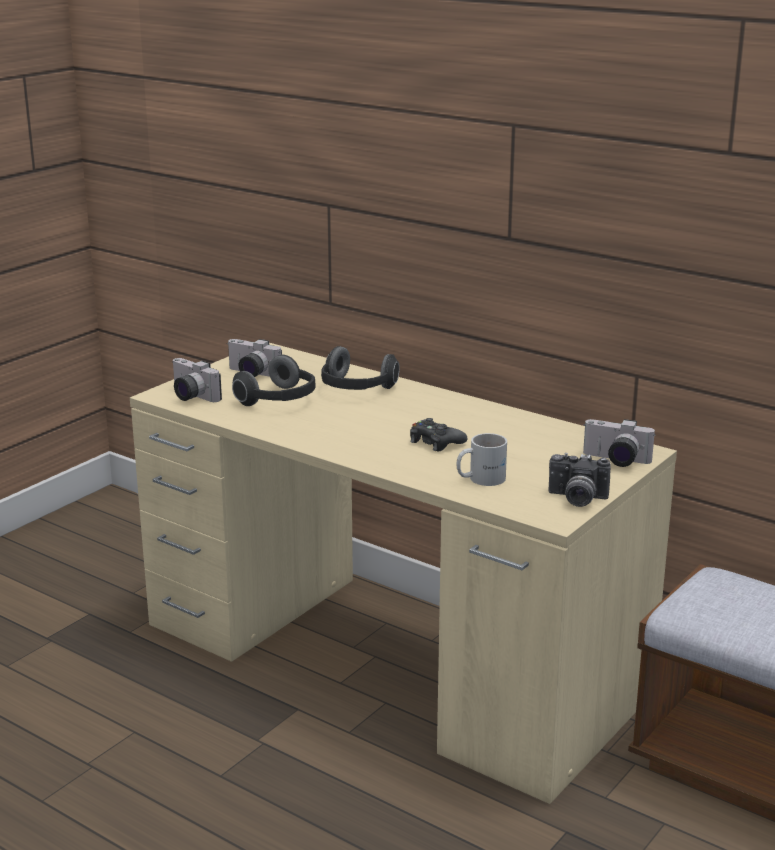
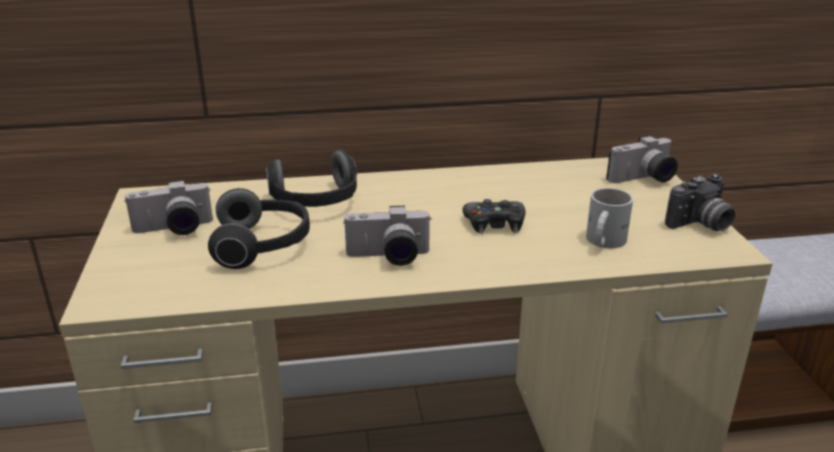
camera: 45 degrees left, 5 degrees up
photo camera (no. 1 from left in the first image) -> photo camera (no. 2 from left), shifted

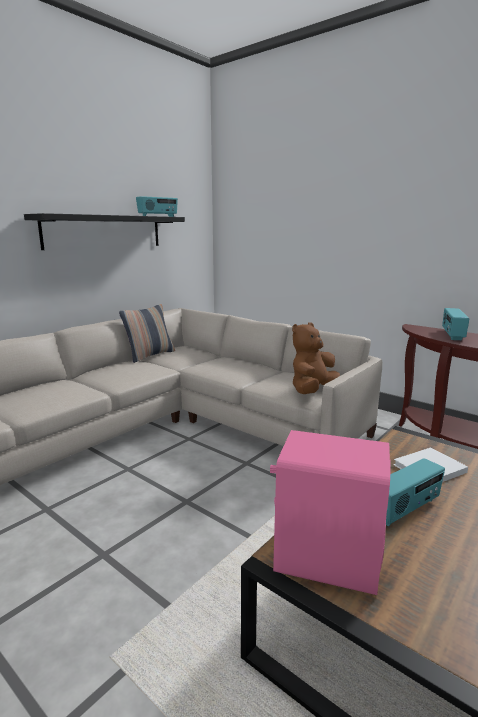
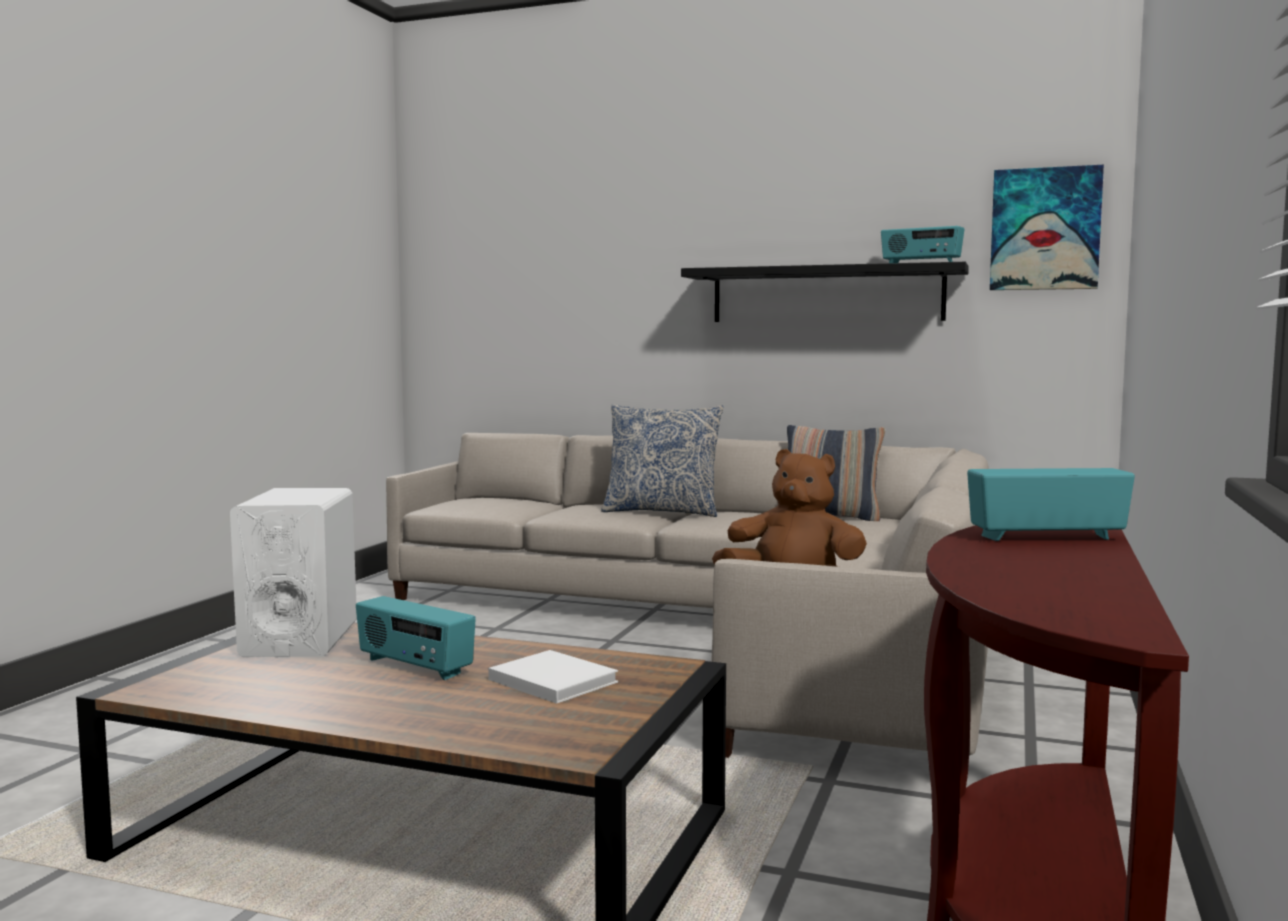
camera: 70 degrees right, 10 degrees down
speaker (pink) -> speaker (white)
none -> pillow (no. 1 from left)
none -> picture

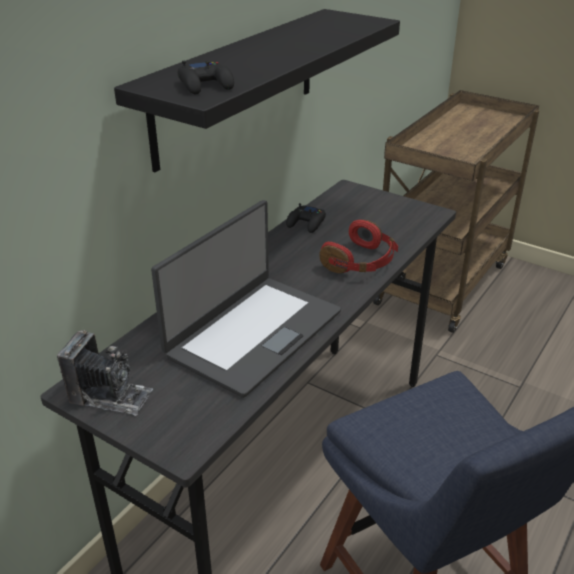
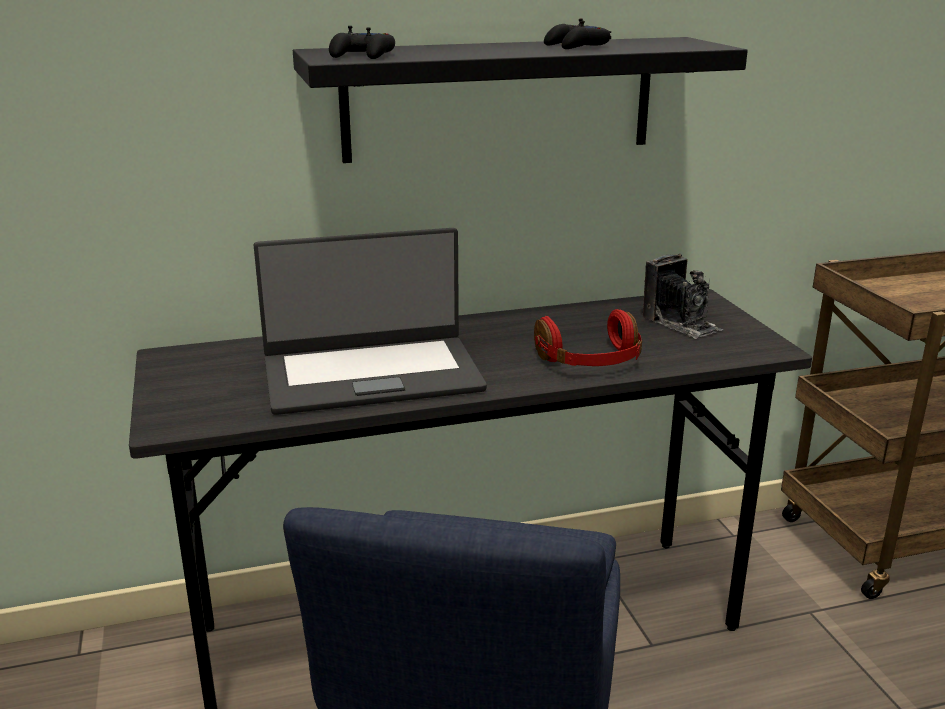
camera: 40 degrees right, 10 degrees down
game controller (black) (no. 2 from left), shifted
photo camera, shifted

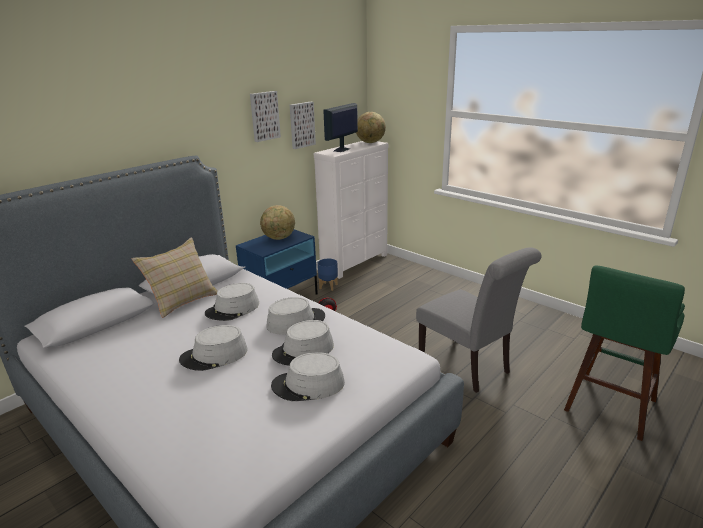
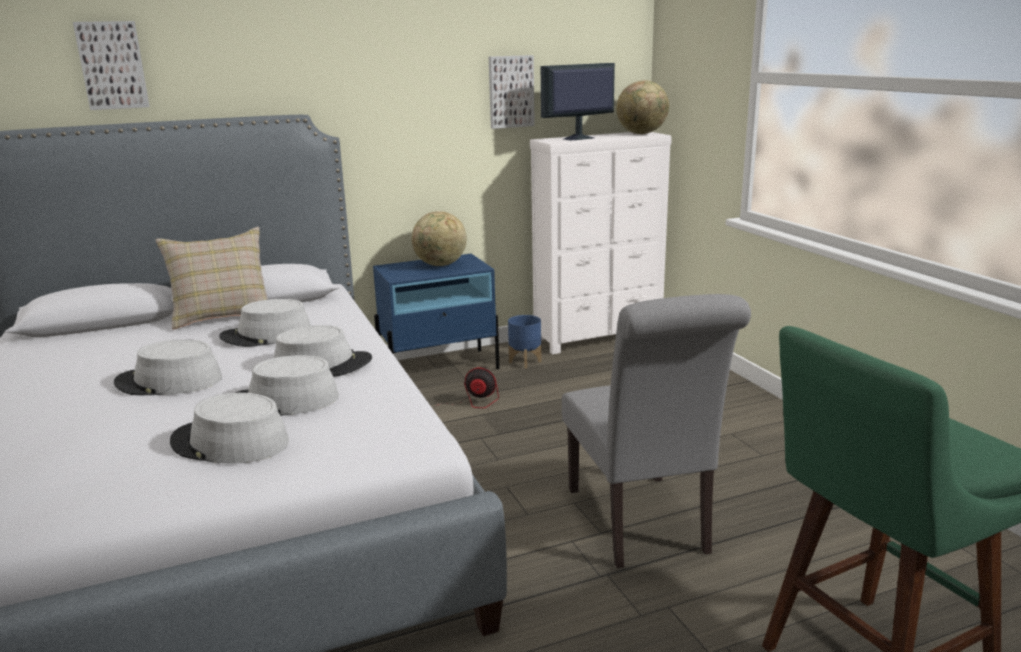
camera: 25 degrees right, 5 degrees down
picture (no. 1 from left), shifted

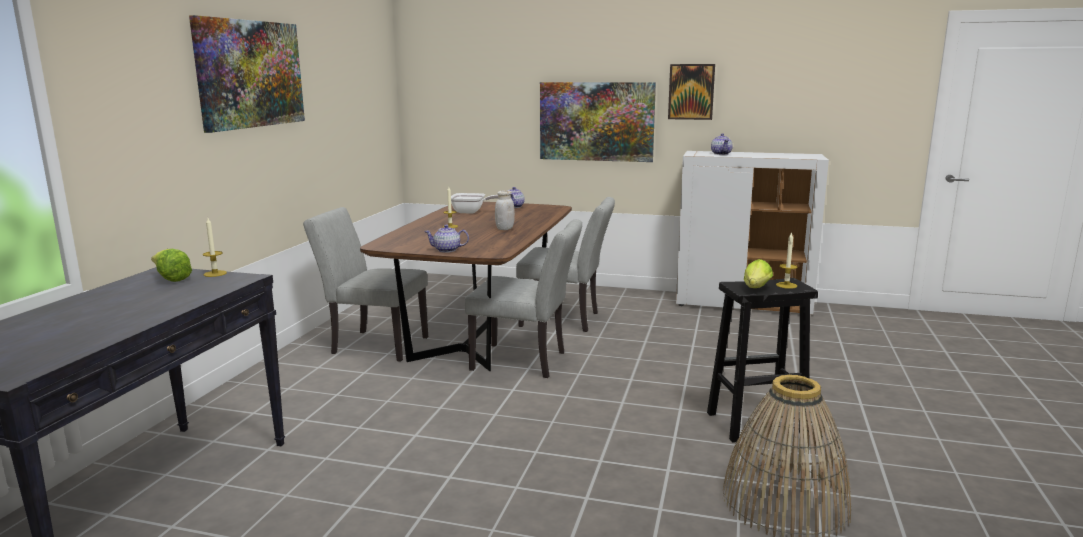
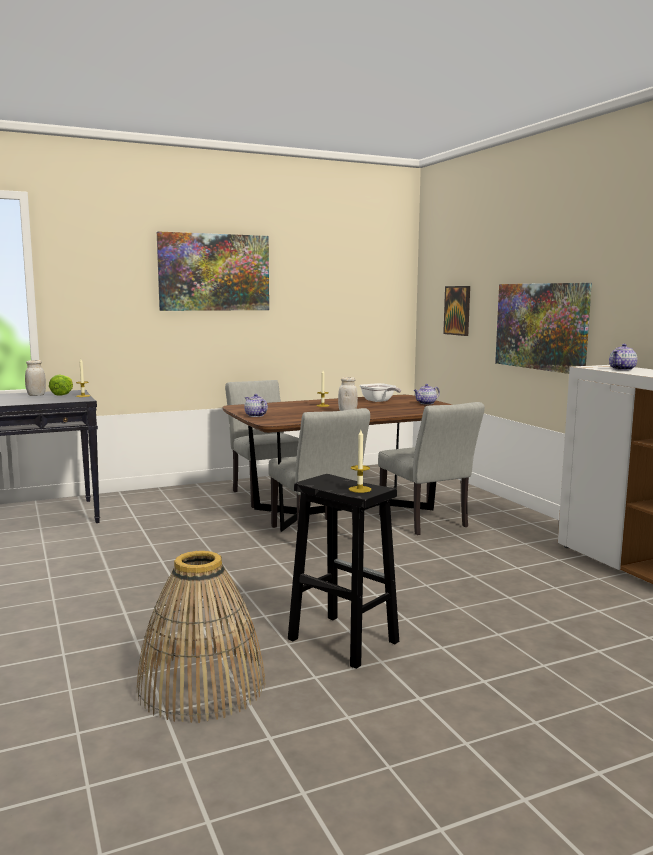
camera: 50 degrees right, 5 degrees down
none -> jar (white) (no. 1 from left)
picture (no. 3 from left in the first image) -> picture (no. 2 from left), shifted
lettuce (no. 2 from left) -> none

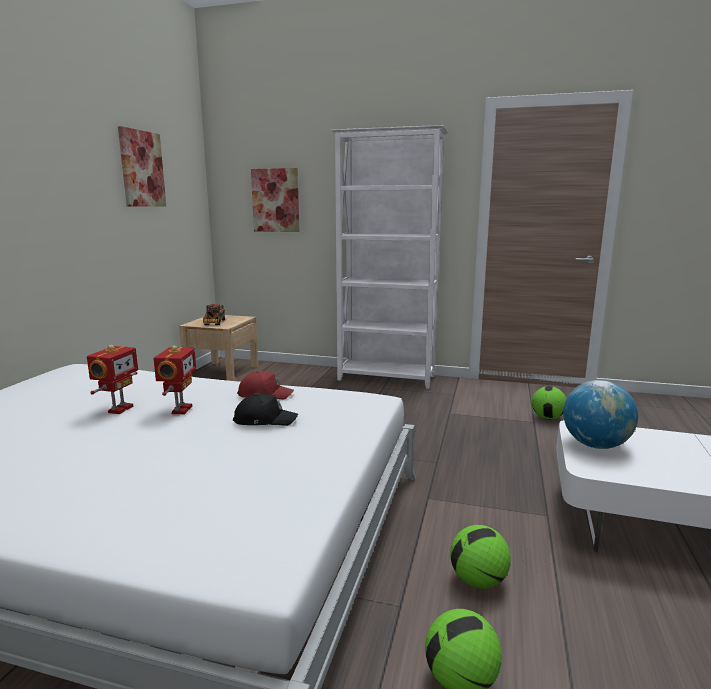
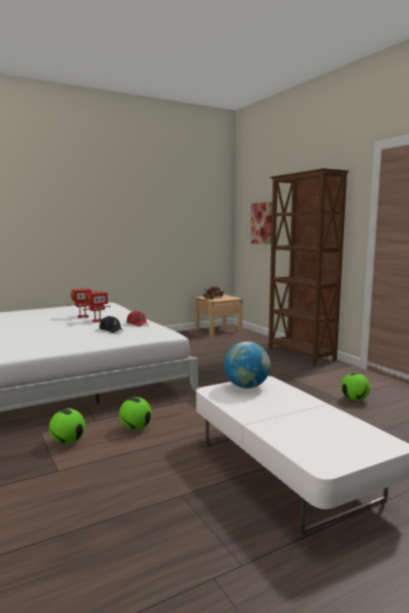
camera: 45 degrees right, 5 degrees down
bookcase (white) -> bookcase (brown)
picture (no. 1 from left) -> none

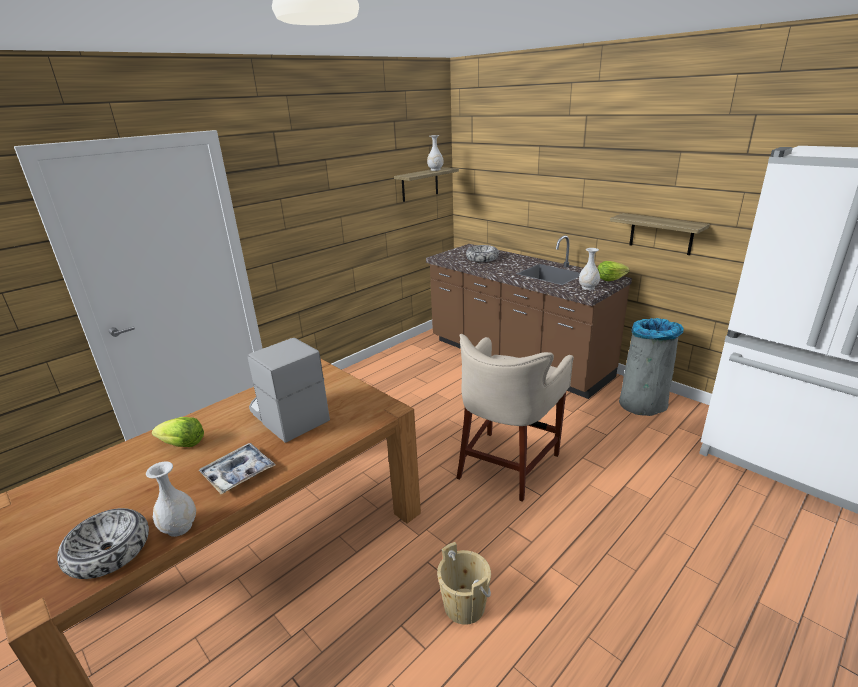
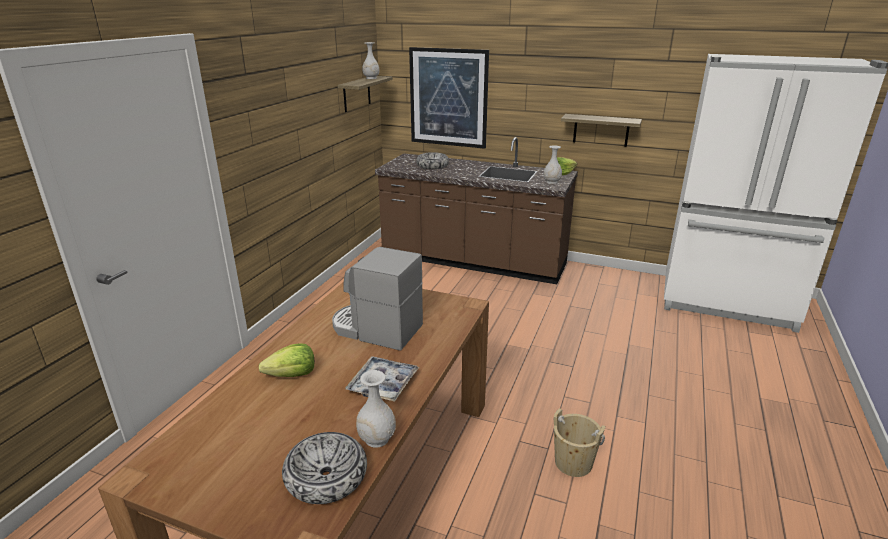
camera: 25 degrees left, 0 degrees up
none -> picture
stool (beige) -> none
trash can (grey) -> none

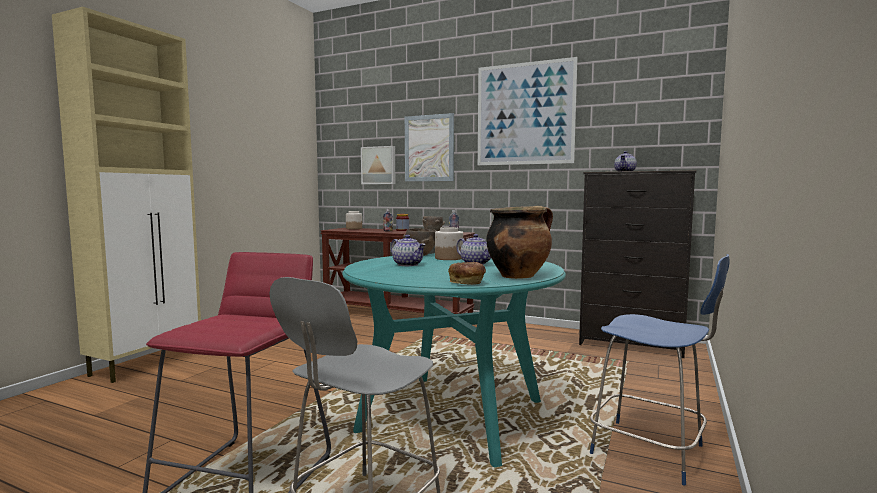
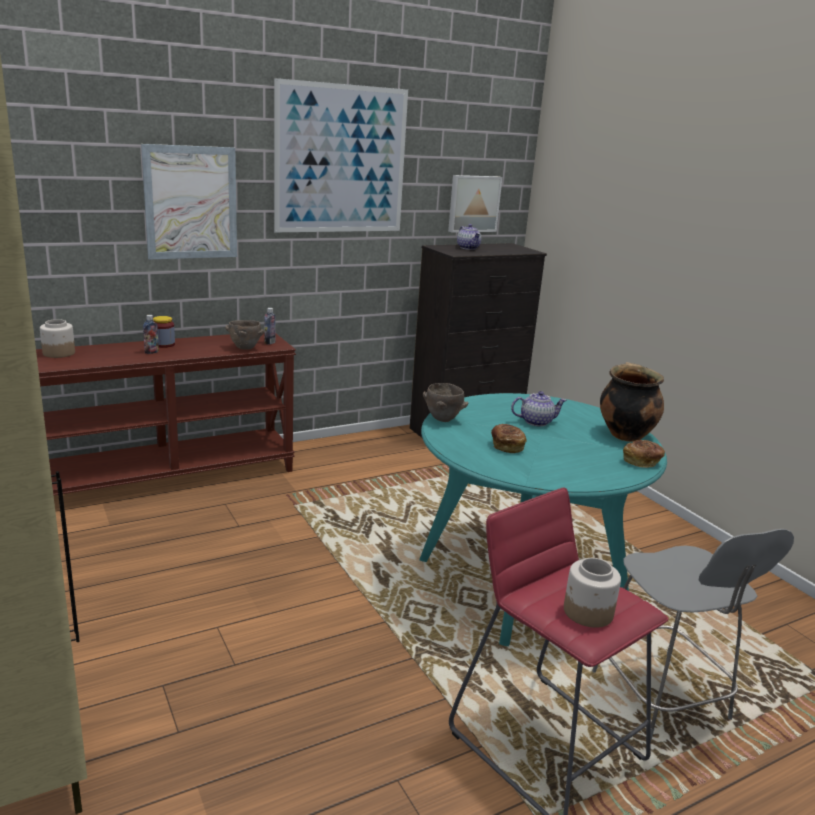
camera: 55 degrees left, 15 degrees up
picture (no. 1 from left in the first image) -> picture (no. 3 from left), shifted
teapot (no. 1 from left) -> bread (no. 1 from left)
jar (no. 3 from left), shifted
chair (blue) -> none

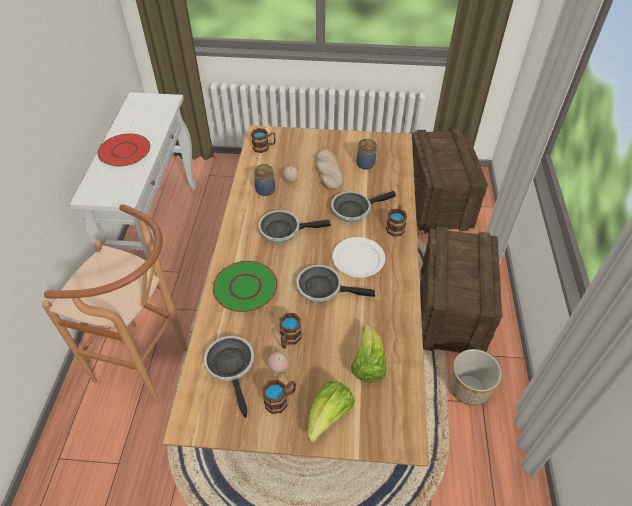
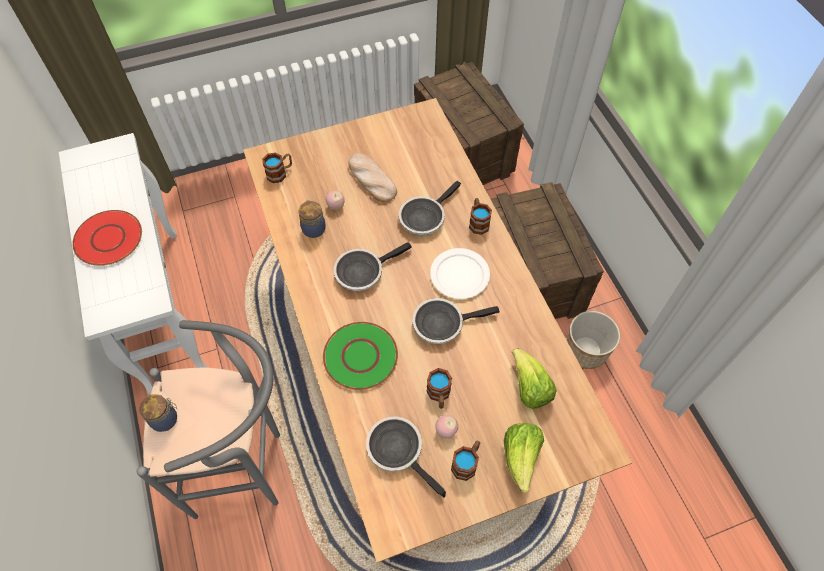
camera: 25 degrees left, 10 degrees up
stool (brown) -> stool (grey)
jar (no. 2 from left in the first image) -> jar (no. 1 from left), shifted

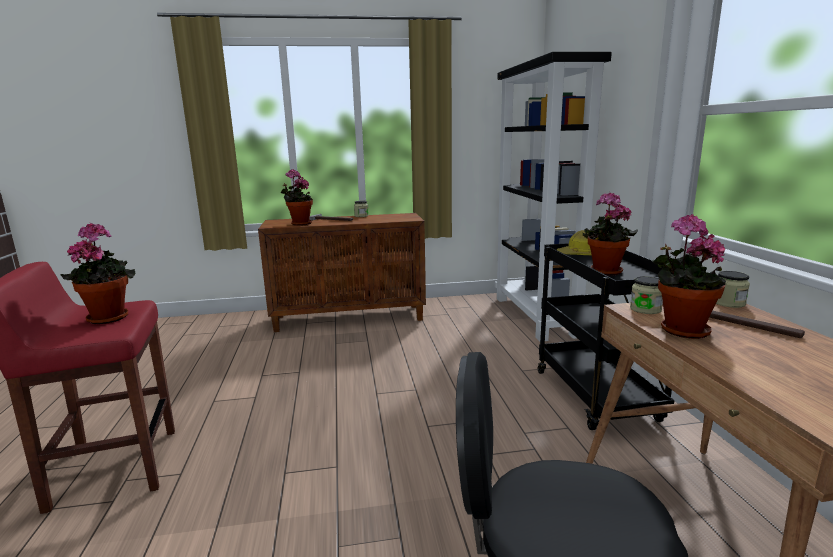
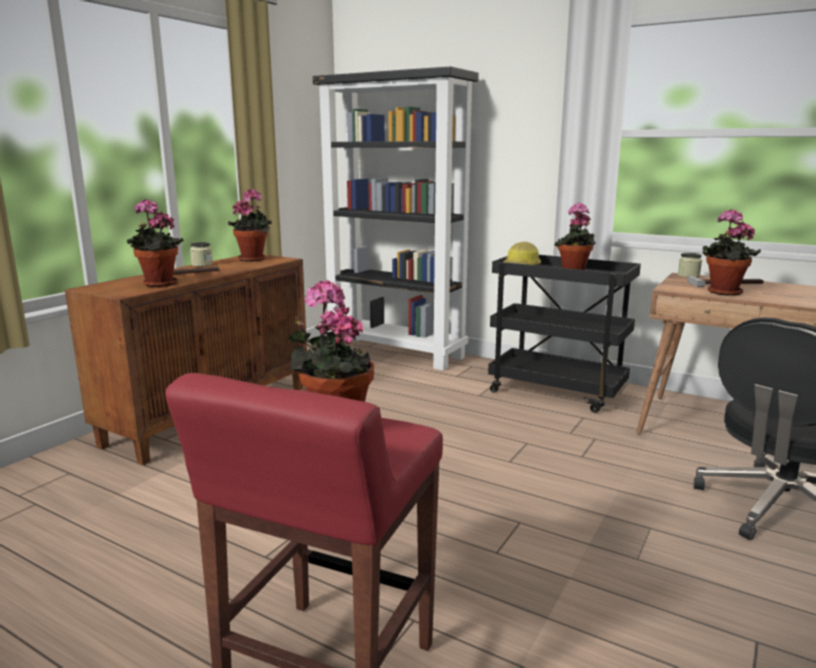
camera: 50 degrees left, 0 degrees up
none -> potted plant (no. 2 from left)
jar (no. 2 from left) -> none

